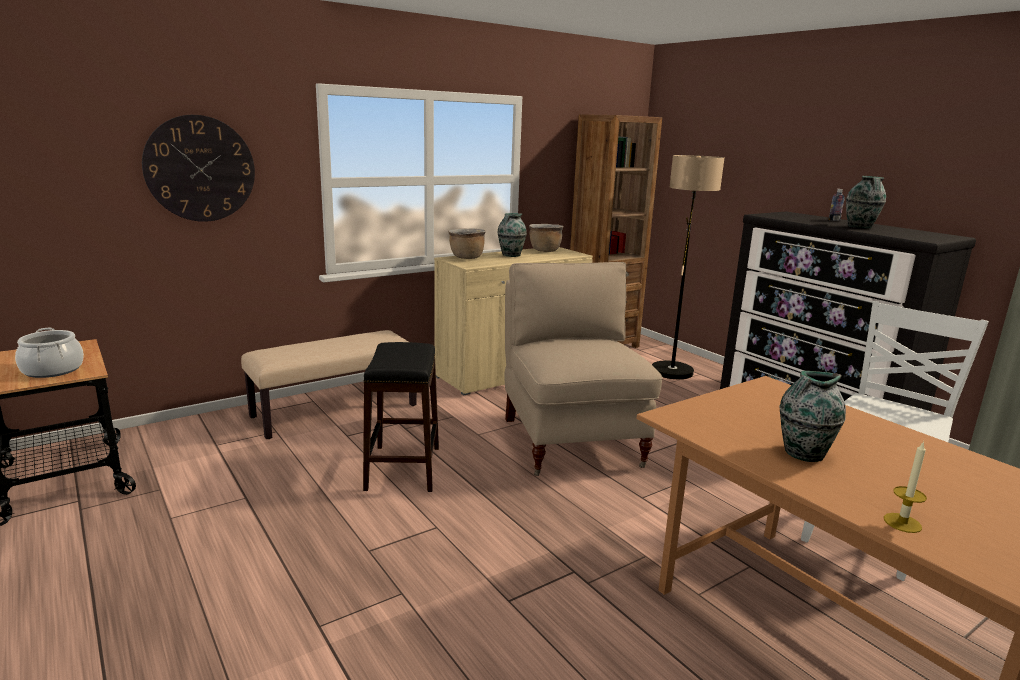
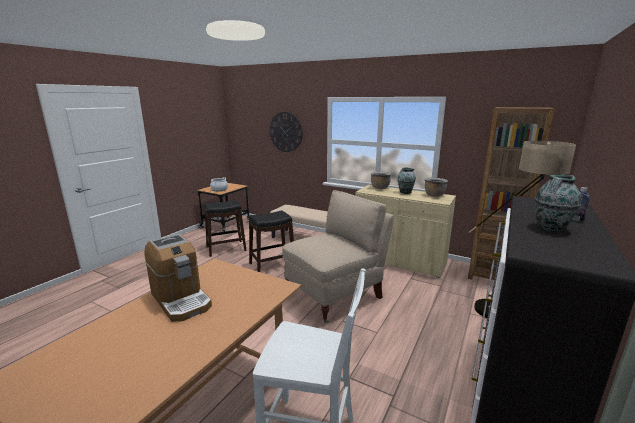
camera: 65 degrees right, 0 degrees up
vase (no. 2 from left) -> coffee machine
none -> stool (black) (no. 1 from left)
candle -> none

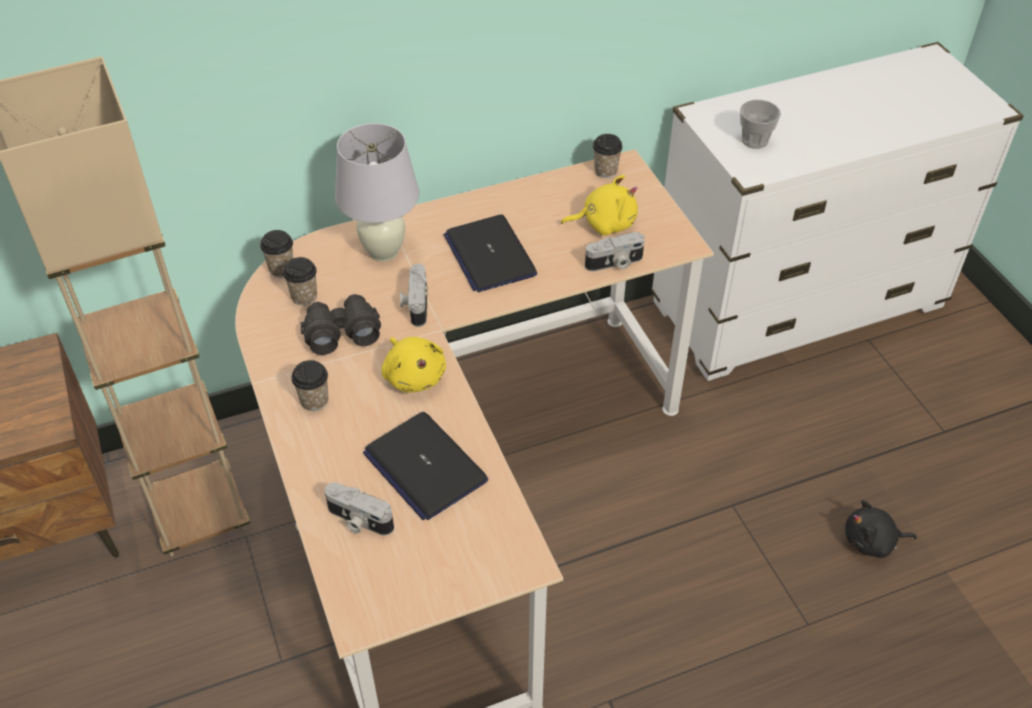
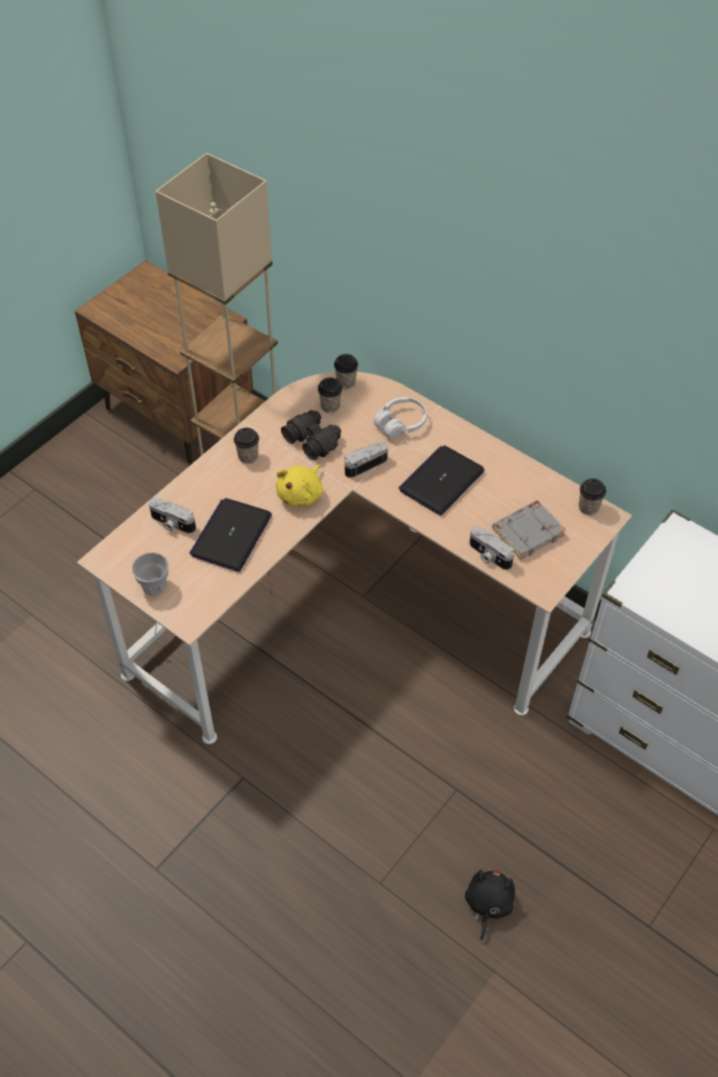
camera: 60 degrees right, 5 degrees up
cup (no. 5 from left in the first image) -> cup (no. 1 from left), shifted
photo camera (no. 1 from left), 60 degrees counterclockwise
table lamp (white) -> headphones (white)
plush toy (black), 45 degrees clockwise
plush toy (yellow) (no. 2 from left) -> book (grey)

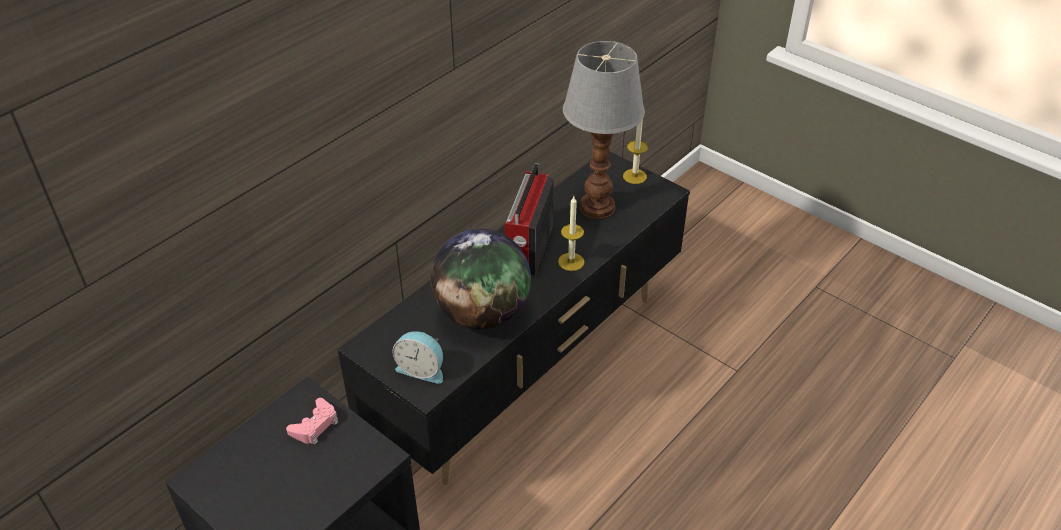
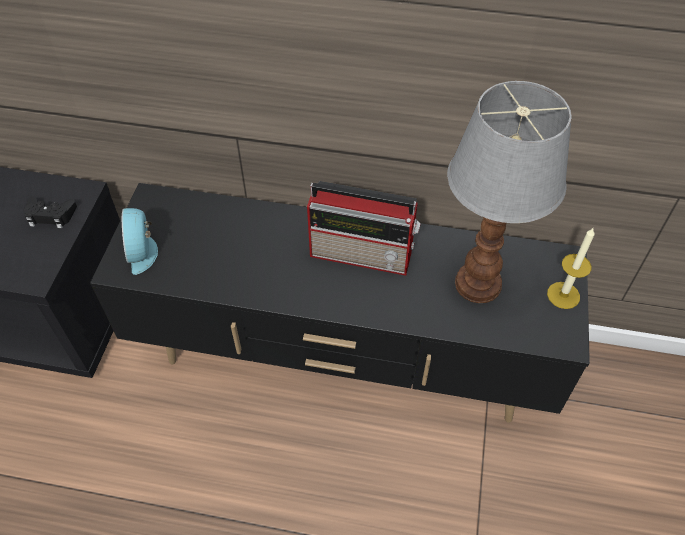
camera: 60 degrees right, 10 degrees up
game controller (pink) -> game controller (black)
radio, 150 degrees counterclockwise
globe -> none
candle (no. 1 from left) -> none

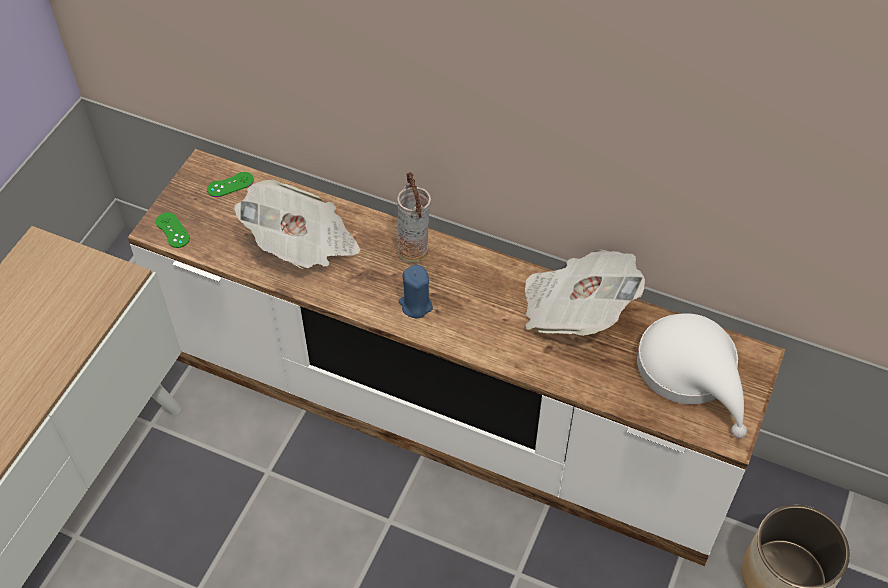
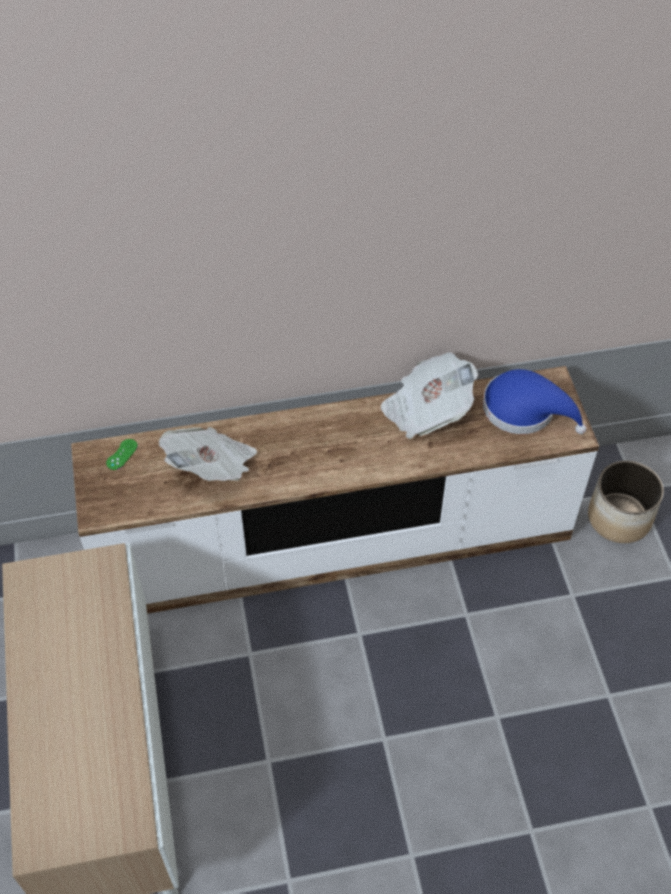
camera: 35 degrees left, 0 degrees up
hat (white) -> hat (blue)
game controller (green) (no. 1 from left) -> none
vase -> none
candle (blue) -> none

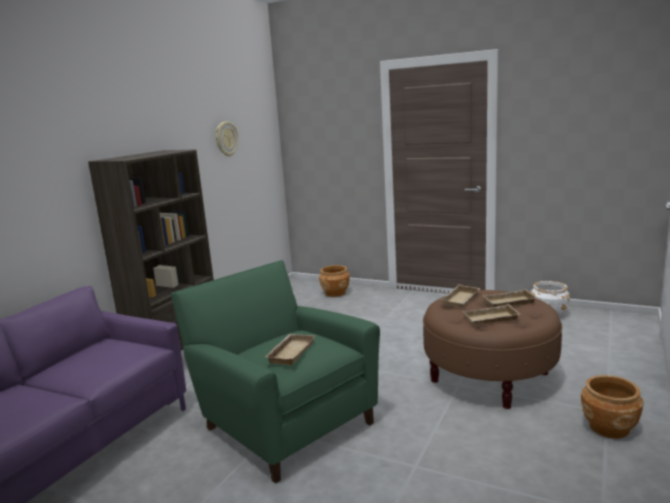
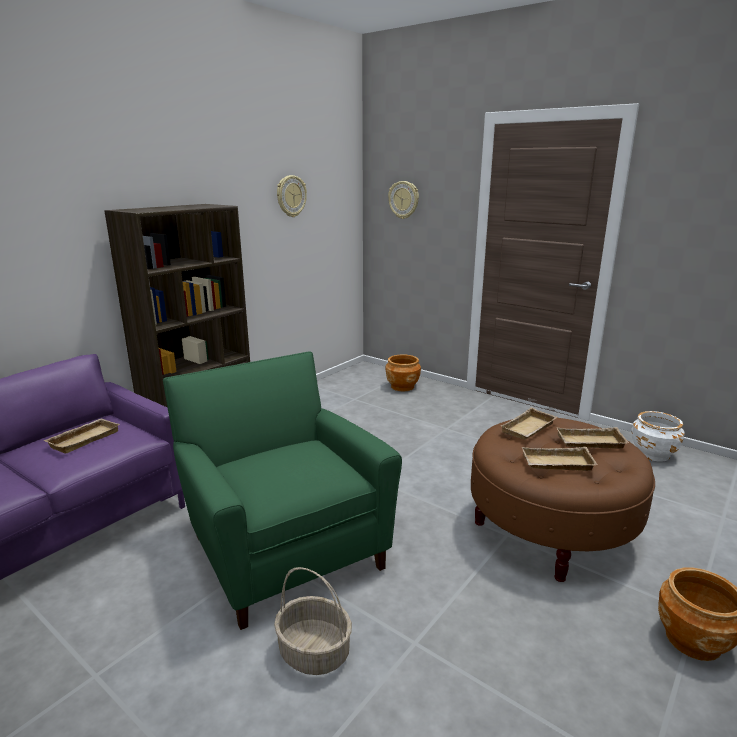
camera: 10 degrees right, 5 degrees up
tray (beige) (no. 1 from left), shifted
none -> basket
none -> wall clock (no. 2 from left)

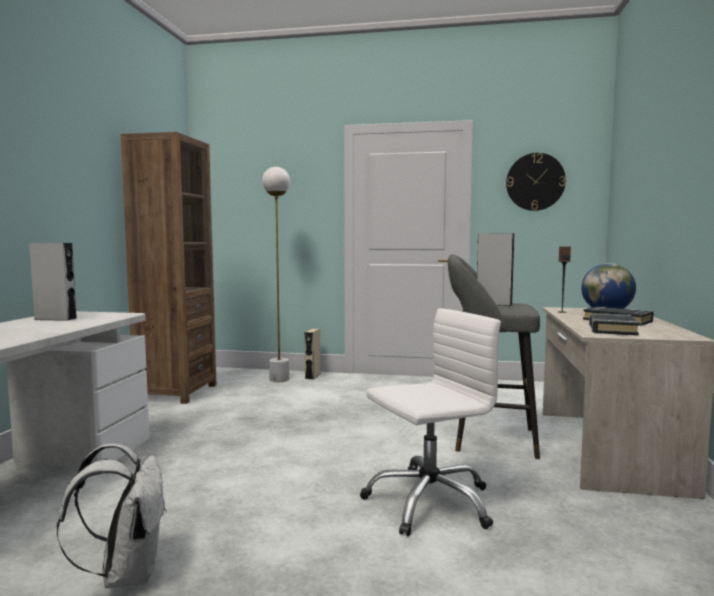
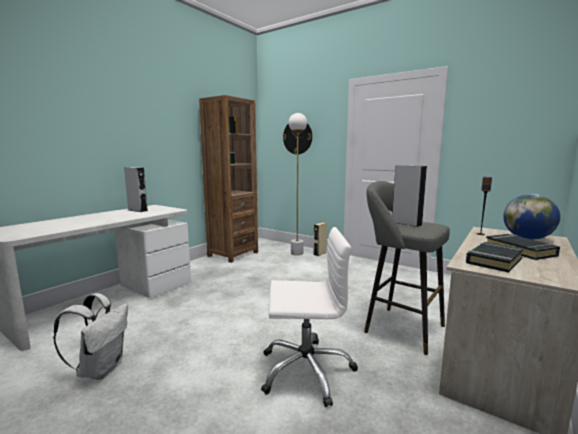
camera: 25 degrees right, 5 degrees up
wall clock, shifted

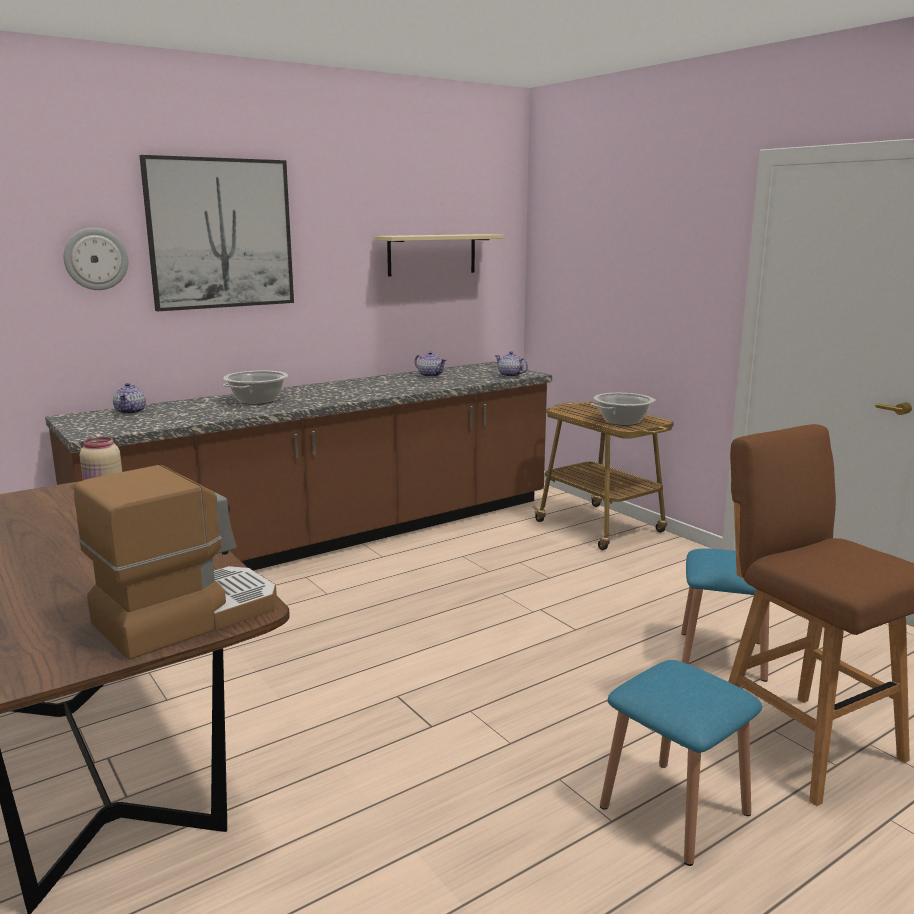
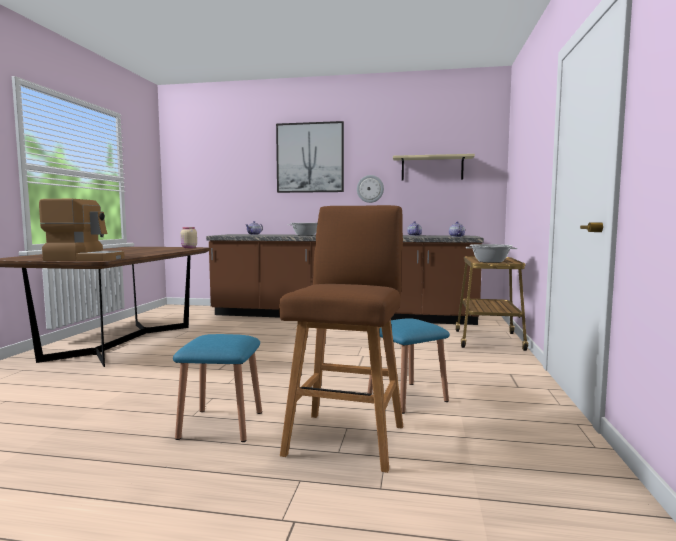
camera: 45 degrees right, 10 degrees down
wall clock, shifted

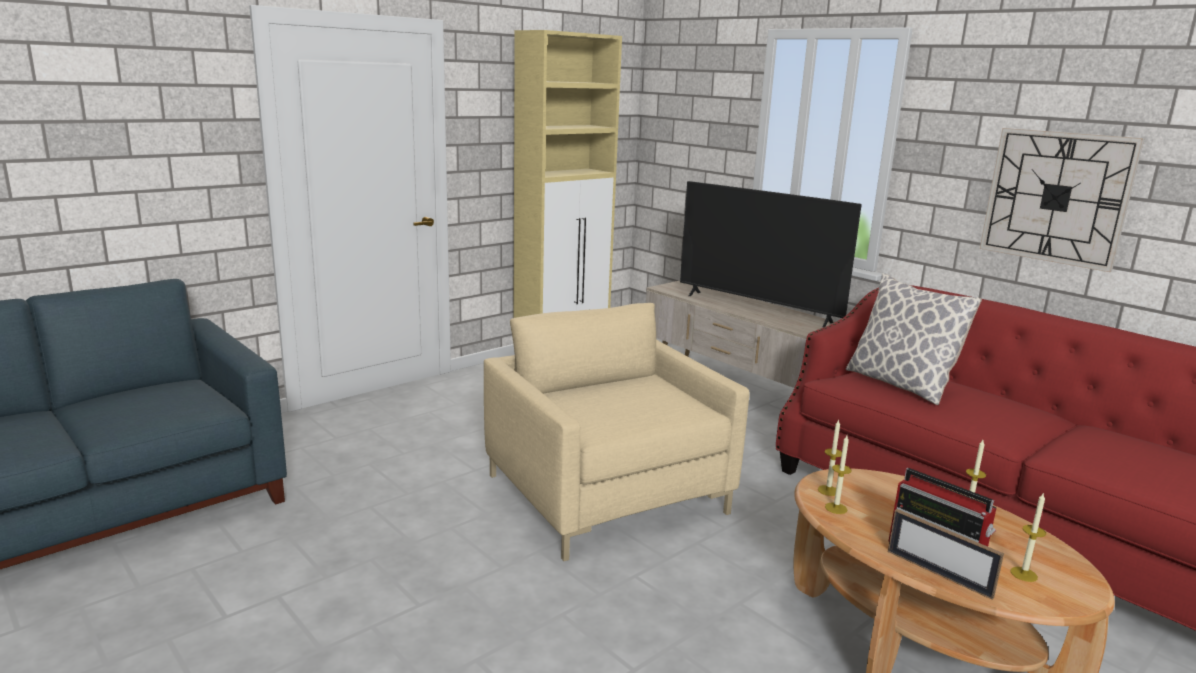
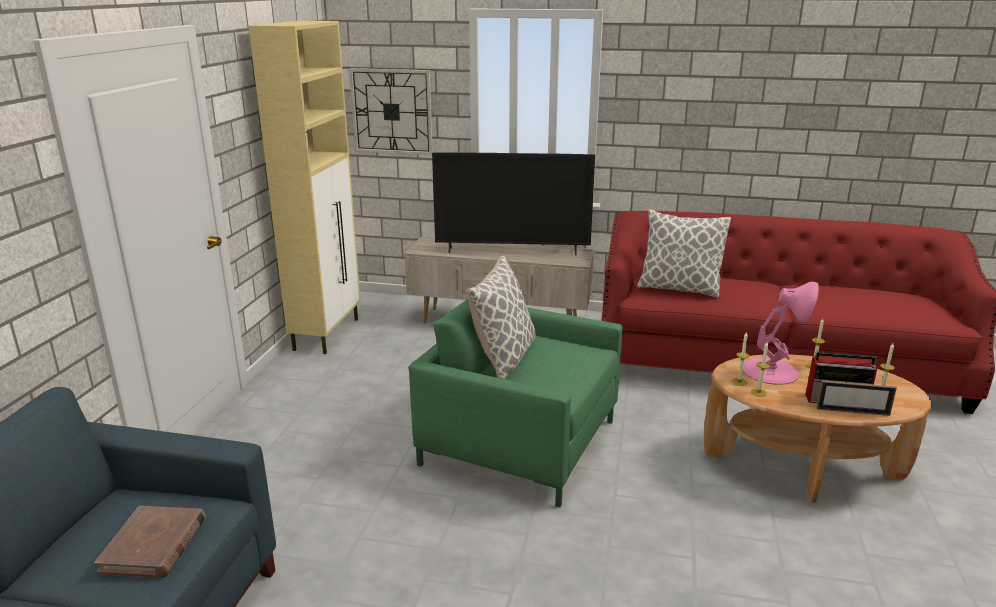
camera: 35 degrees left, 5 degrees up
none -> book (brown)
wall clock, shifted
armchair (beige) -> armchair (green)
none -> pillow (no. 1 from left)
none -> table lamp (pink)

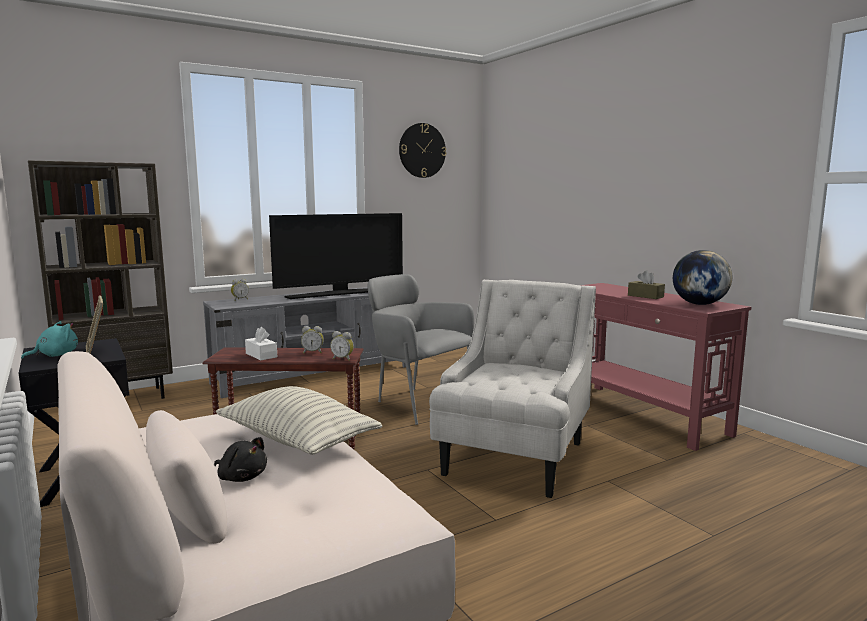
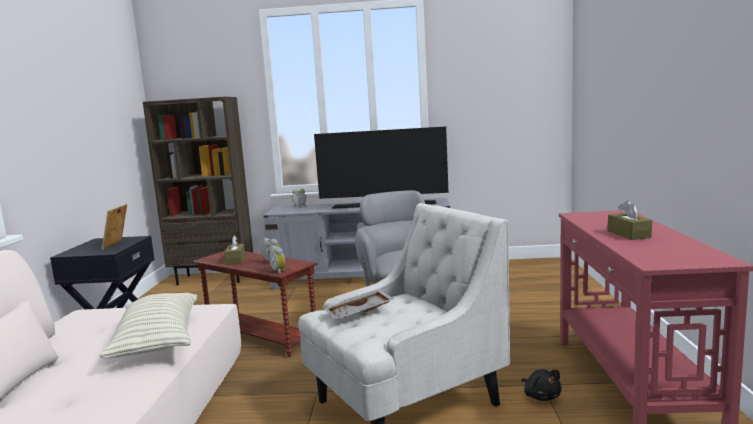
camera: 35 degrees right, 0 degrees up
tissue box (white) -> tissue box (brown) (no. 1 from left)
none -> tray (grey)
plush toy (black), shifted
plush toy (turquoise) -> none
wall clock -> none
globe -> none

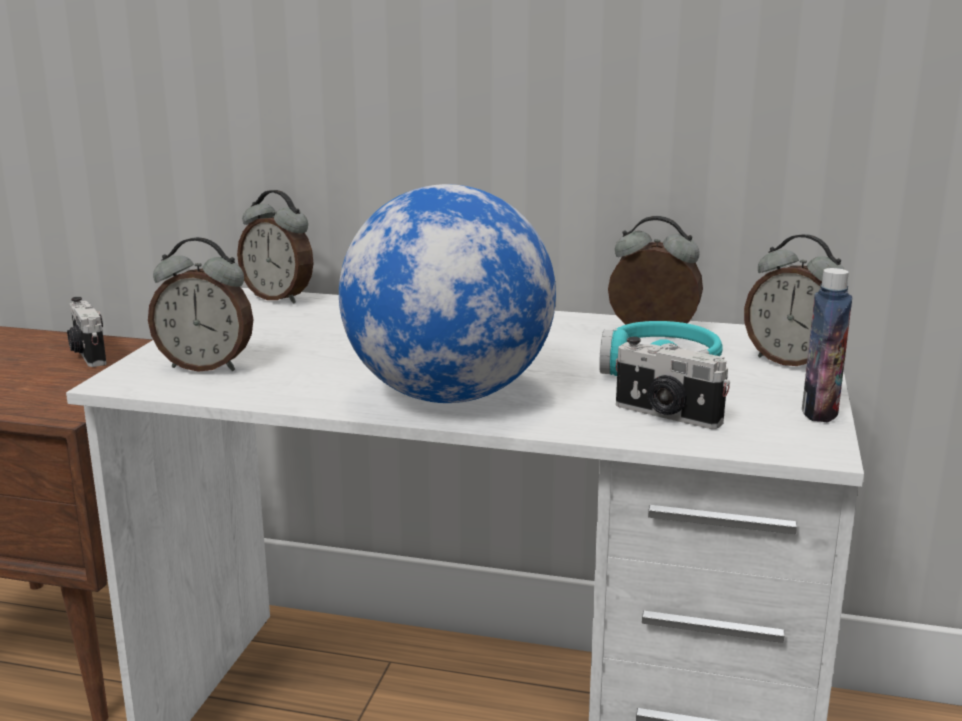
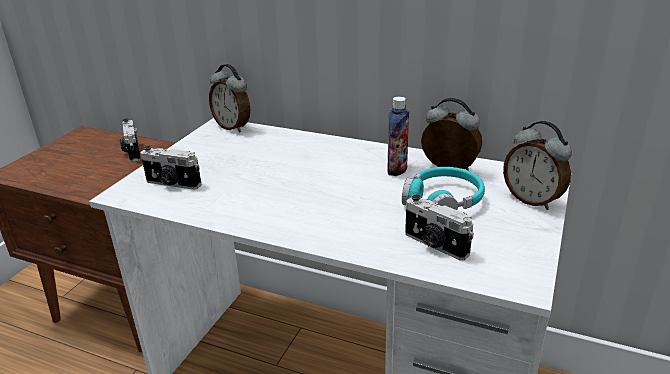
camera: 10 degrees right, 10 degrees up
alarm clock (no. 1 from left) -> photo camera (no. 2 from left)
bottle, shifted
globe -> none

